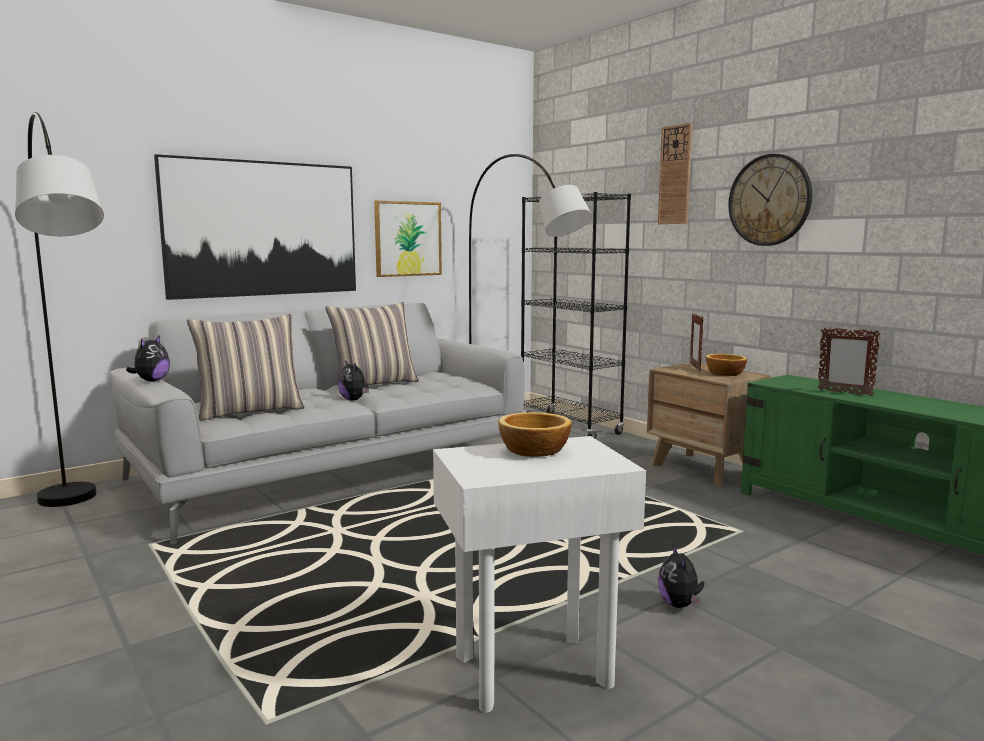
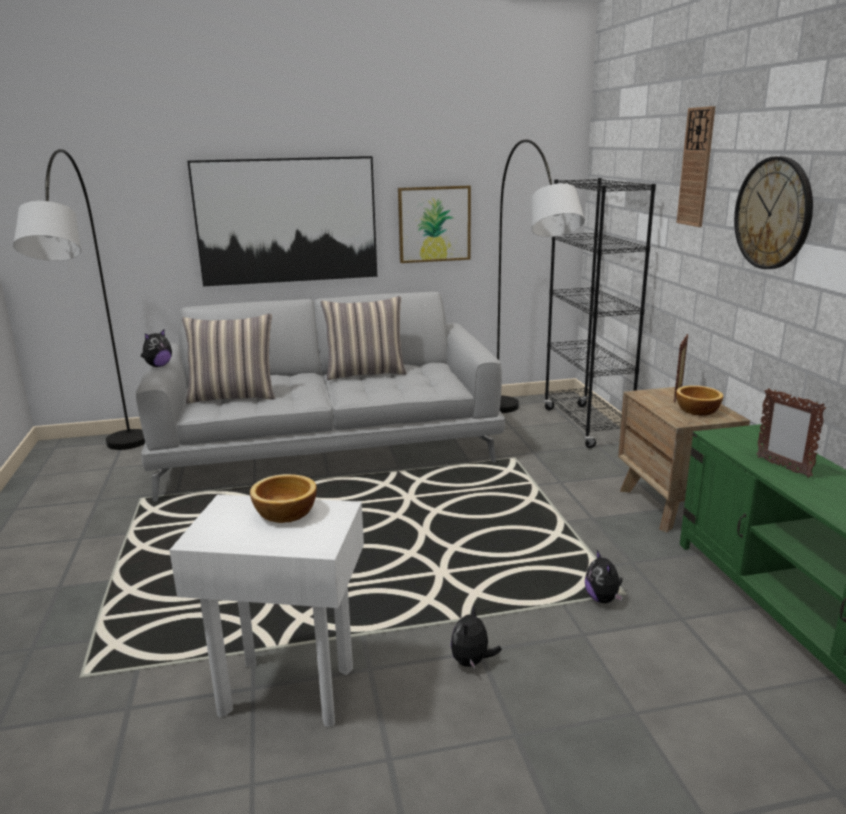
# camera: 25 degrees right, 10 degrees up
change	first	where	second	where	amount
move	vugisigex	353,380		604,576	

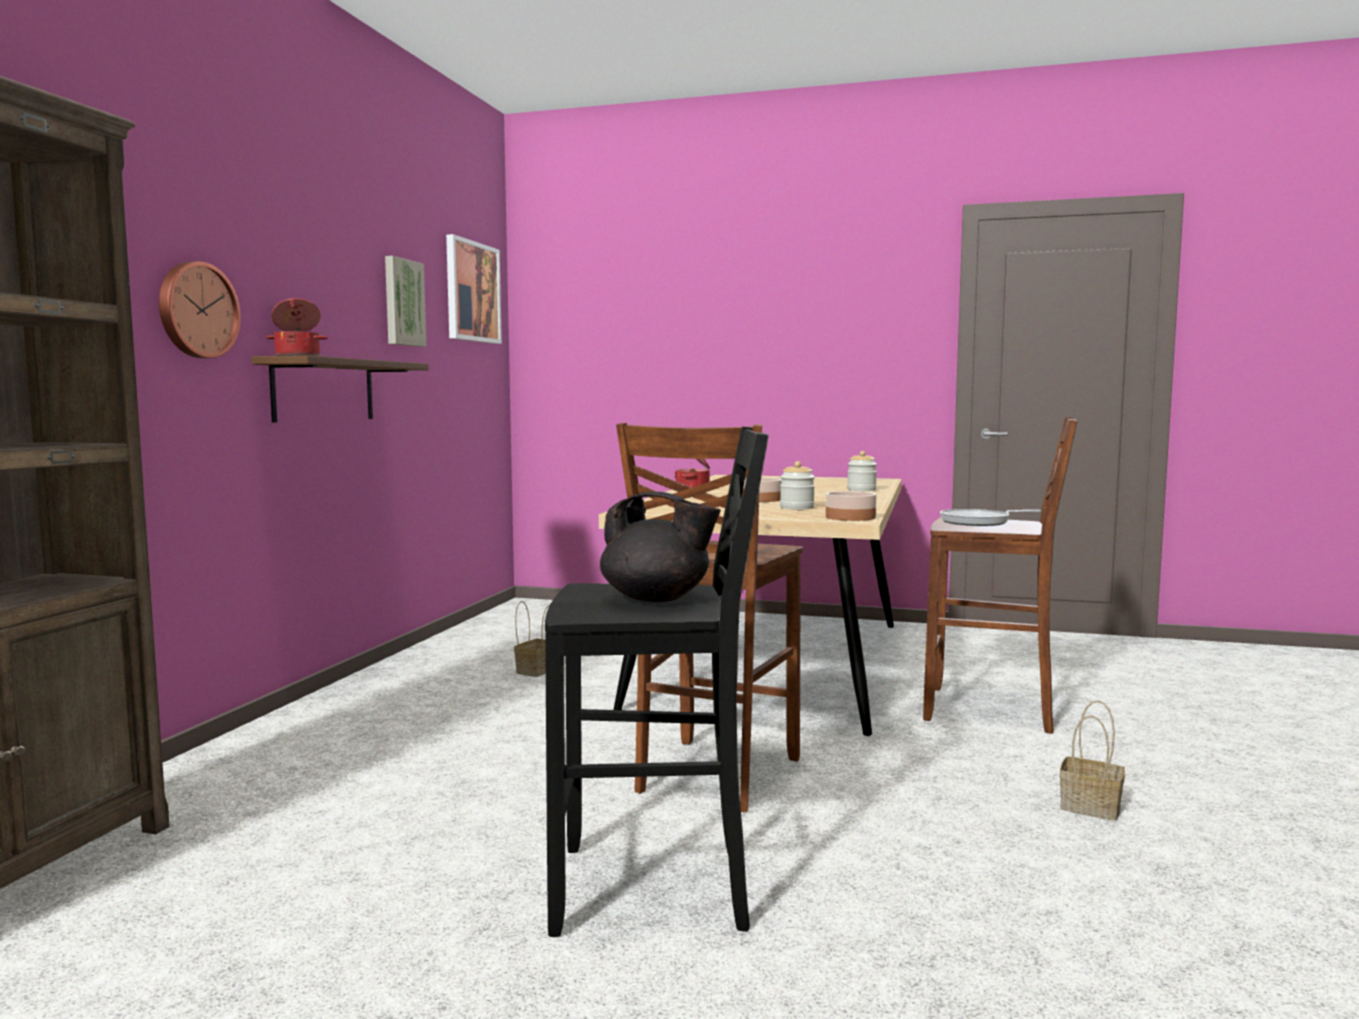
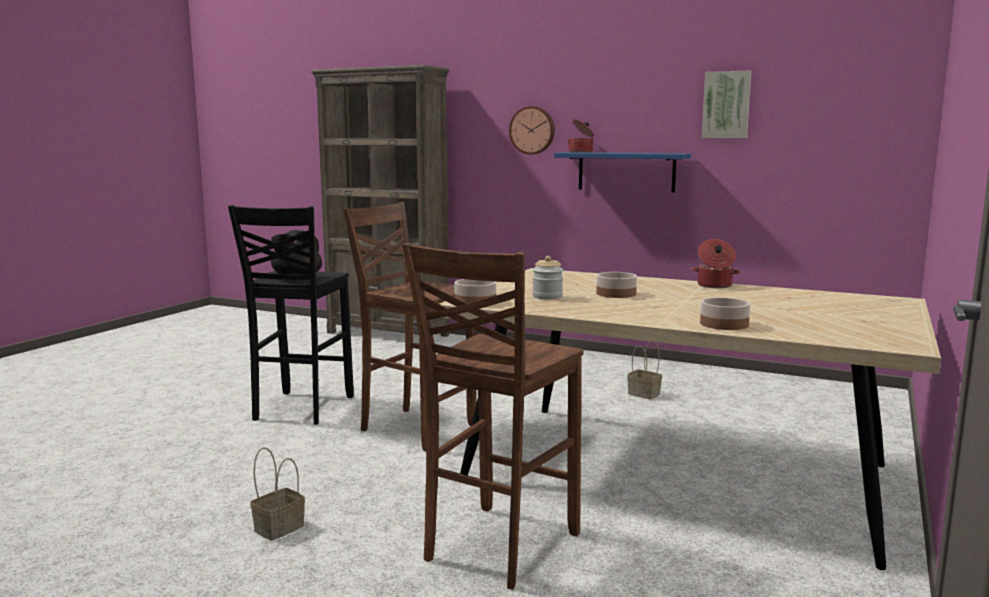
# camera: 100 degrees right, 5 degrees up
change	first	where	second	where	amount
delete	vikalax	474,289			
recolor	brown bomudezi	340,389	blue bomudezi	622,172	
replace	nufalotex	862,471	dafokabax	725,313	
delete	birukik	991,517			

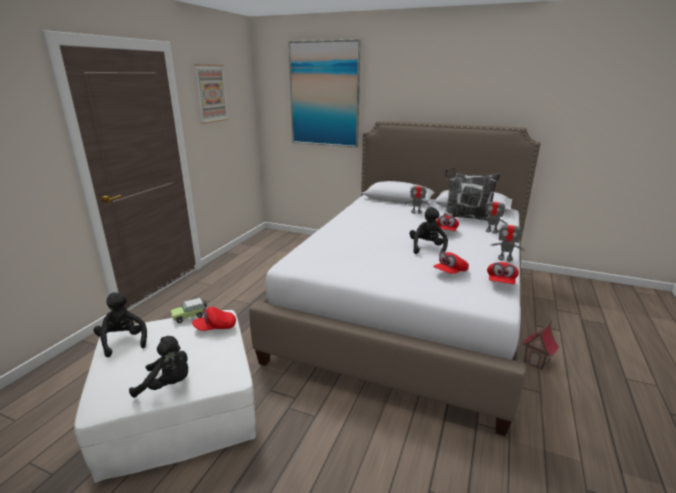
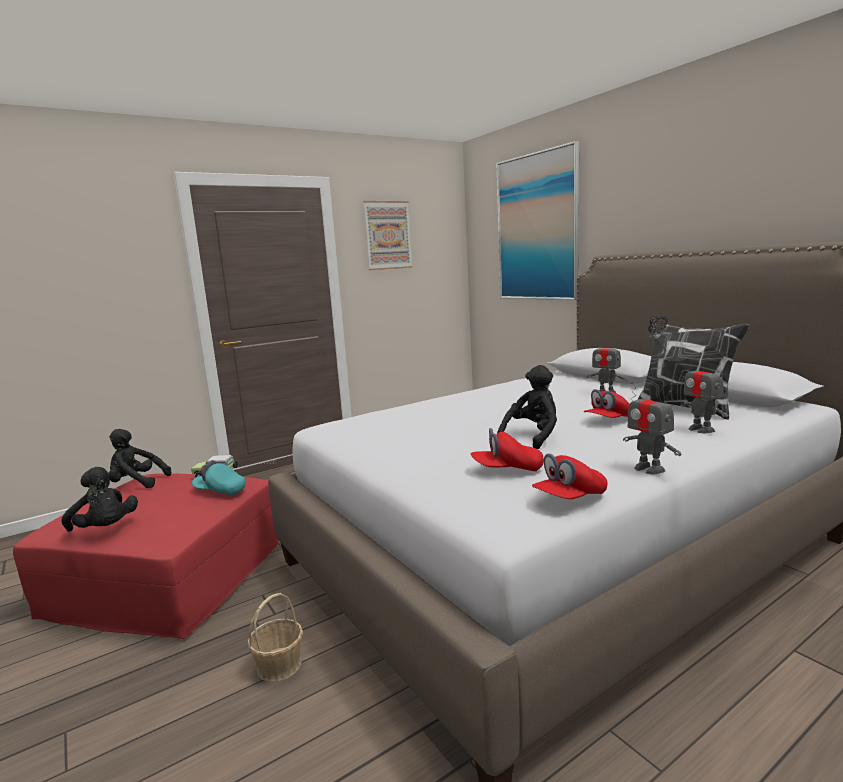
# camera: 35 degrees right, 10 degrees down
change	first	where	second	where	amount
rotate	black vugisigex	120,324		139,458	90 degrees counterclockwise
recolor	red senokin	214,318	turquoise senokin	219,477	
recolor	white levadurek	165,396	red levadurek	146,556	
delete	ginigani	541,345			
insert			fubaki	275,637	

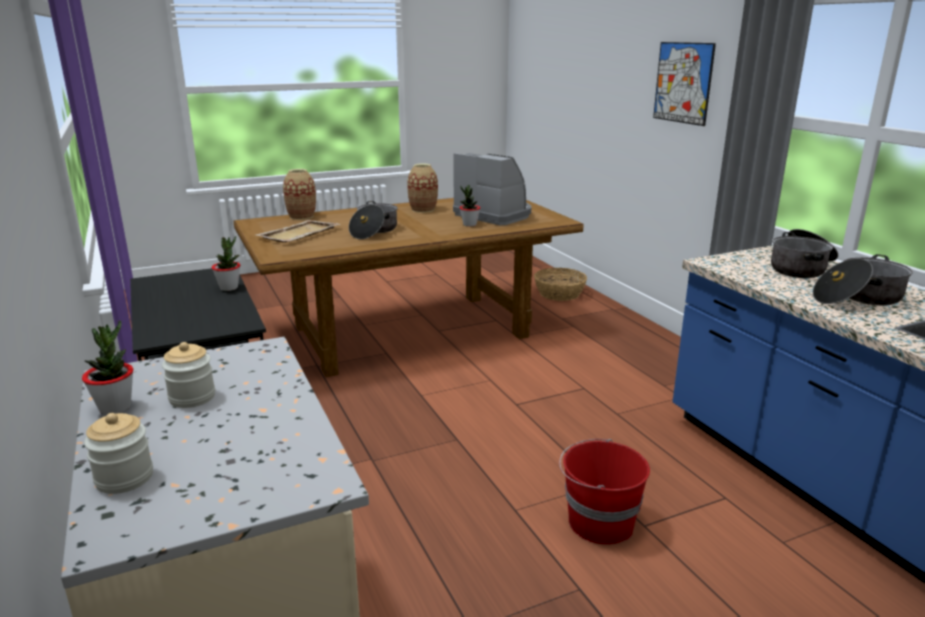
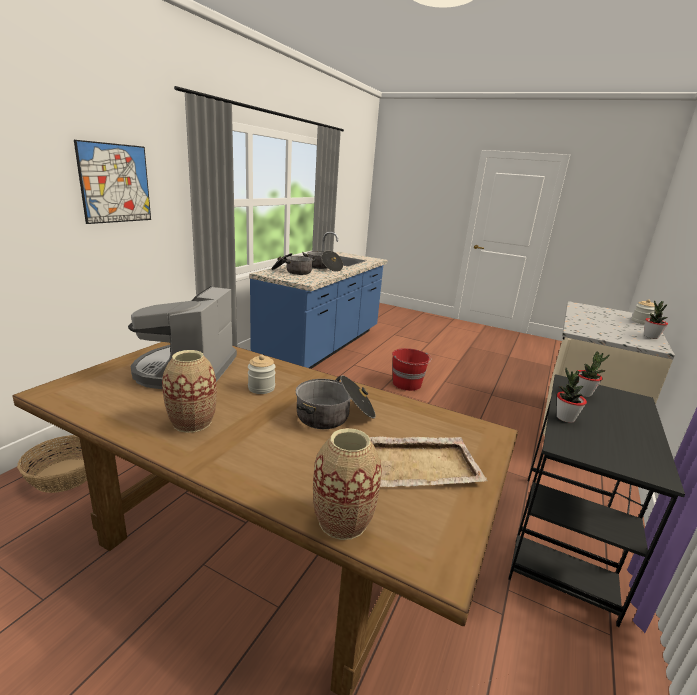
# camera: 130 degrees left, 0 degrees up
change	first	where	second	where	amount
move	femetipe	470,206		593,374	
move	nufalotex	188,375		262,374	

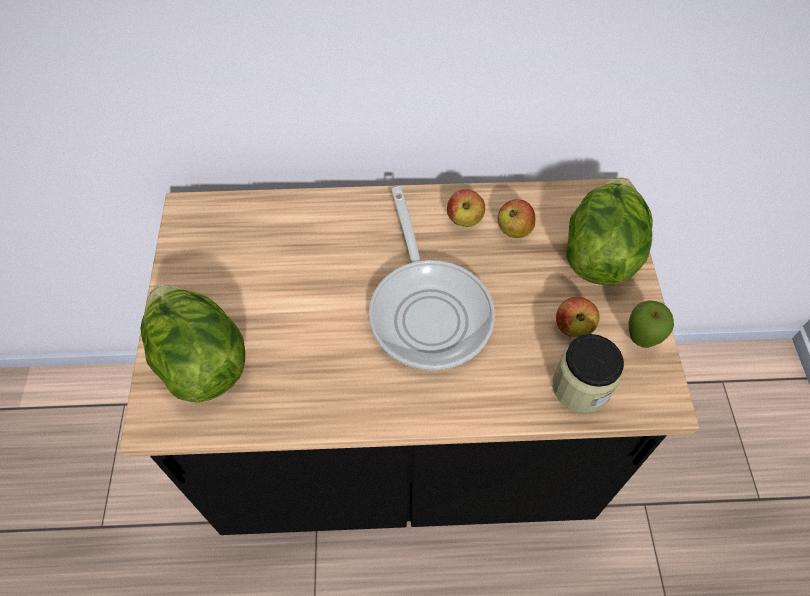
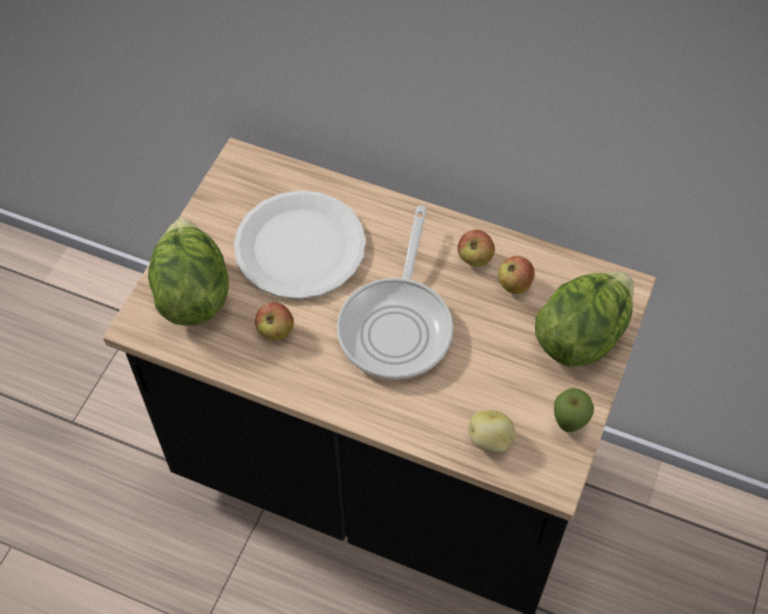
# camera: 25 degrees right, 0 degrees up
change	first	where	second	where	amount
move	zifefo	577,317		274,321	
replace	nufalotex	588,373	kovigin	492,431	
insert			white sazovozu	300,244	

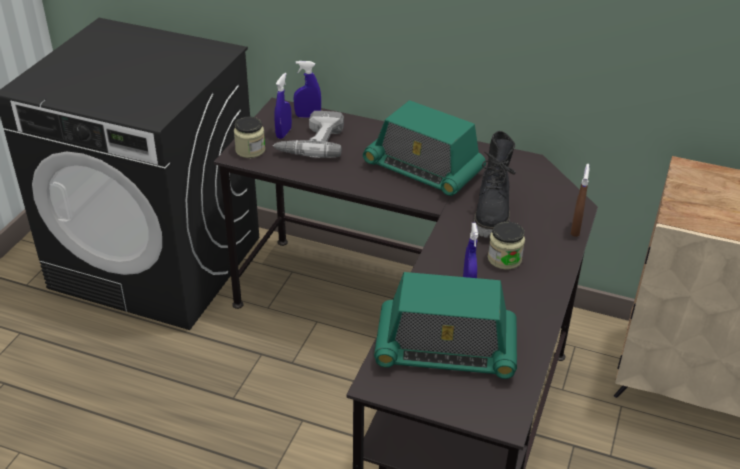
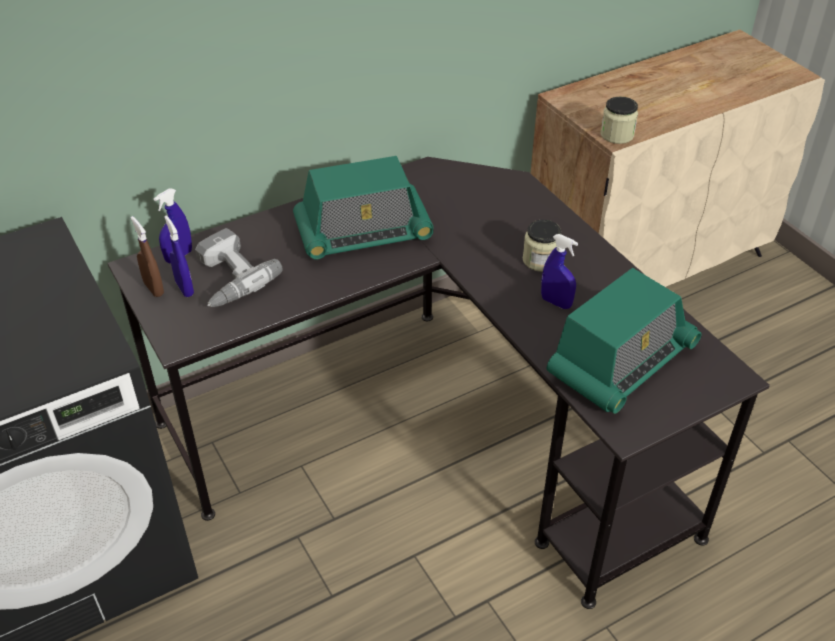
# camera: 50 degrees left, 5 degrees up
change	first	where	second	where	amount
move	nufalotex	249,137		619,120	
delete	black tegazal	495,184			
move	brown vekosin	580,200		147,256	

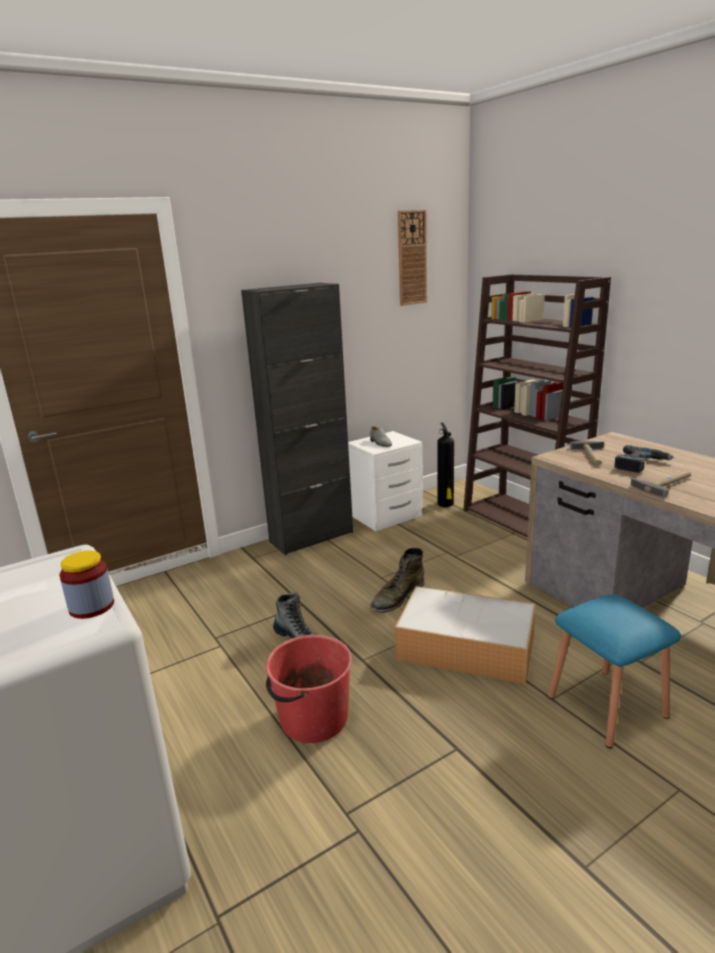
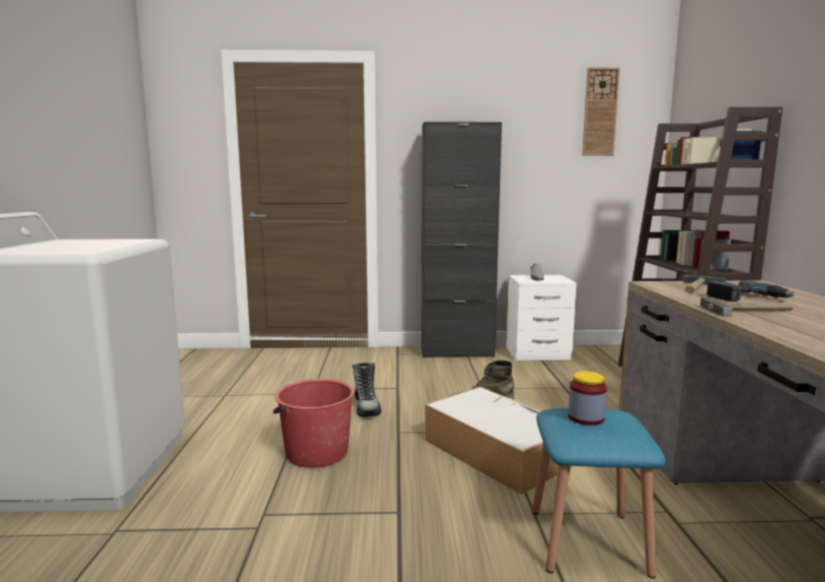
# camera: 30 degrees right, 10 degrees down
change	first	where	second	where	amount
delete	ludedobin	445,465			
move	nufalotex	87,585		587,398	

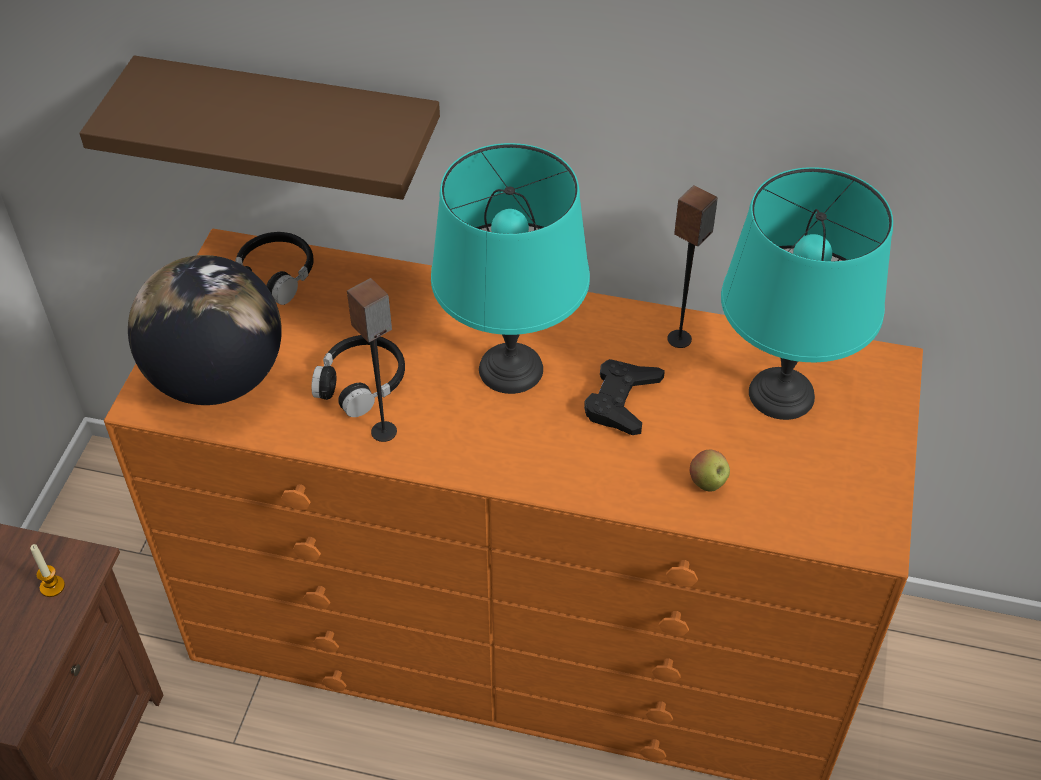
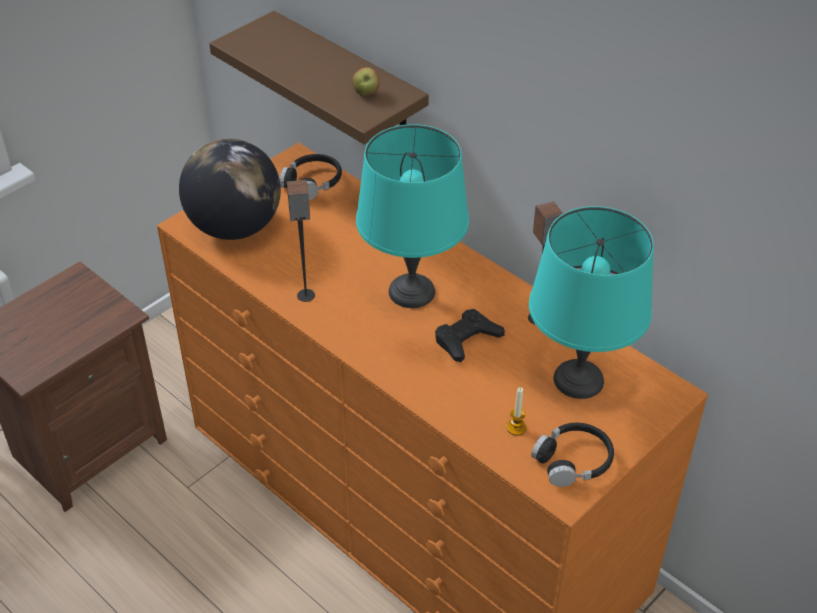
# camera: 30 degrees right, 5 degrees down
change	first	where	second	where	amount
move	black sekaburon	358,376		572,455	
move	zifefo	710,471		365,81	
move	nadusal	47,570		516,411	

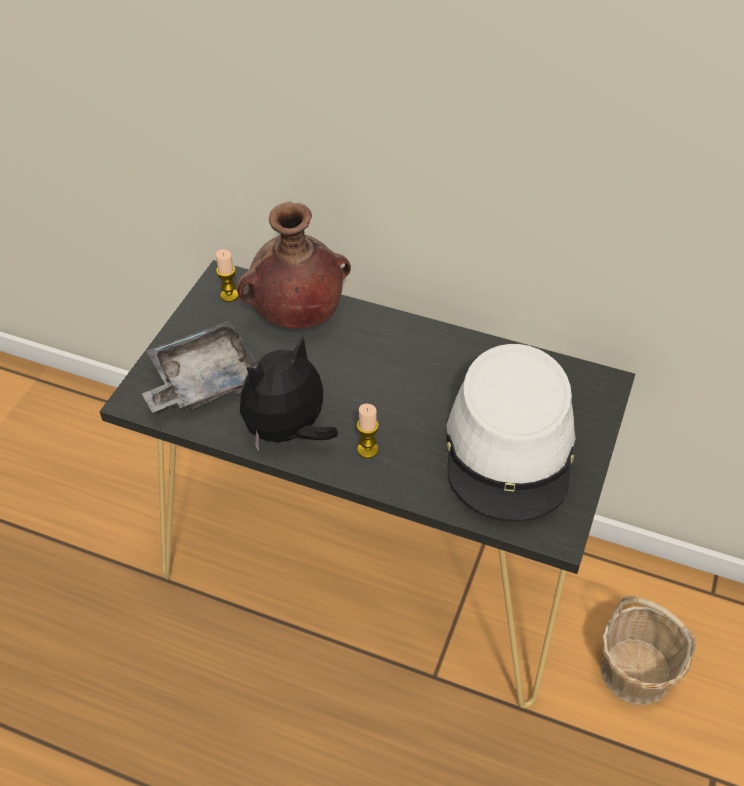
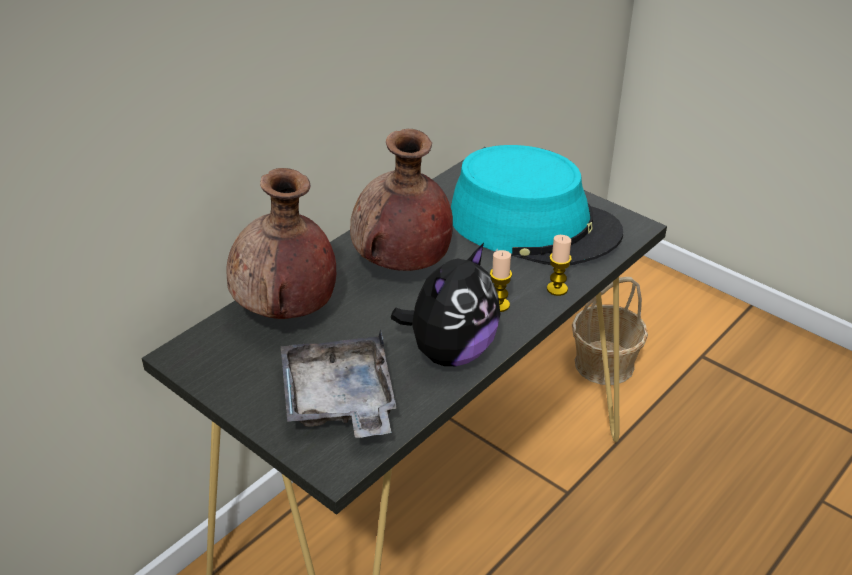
# camera: 70 degrees left, 10 degrees down
change	first	where	second	where	amount
move	nadusal	227,275		559,265	
rotate	vugisigex	289,394		445,304	120 degrees counterclockwise
recolor	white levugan	511,433	turquoise levugan	537,205	
insert			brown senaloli	401,200	

